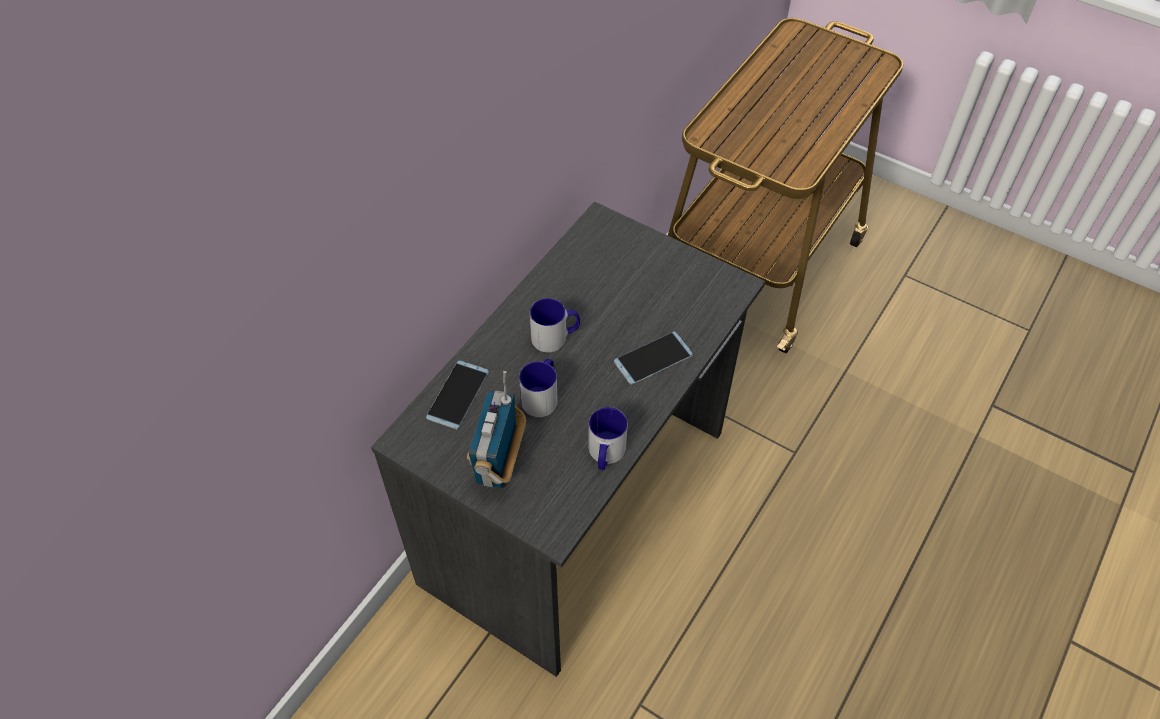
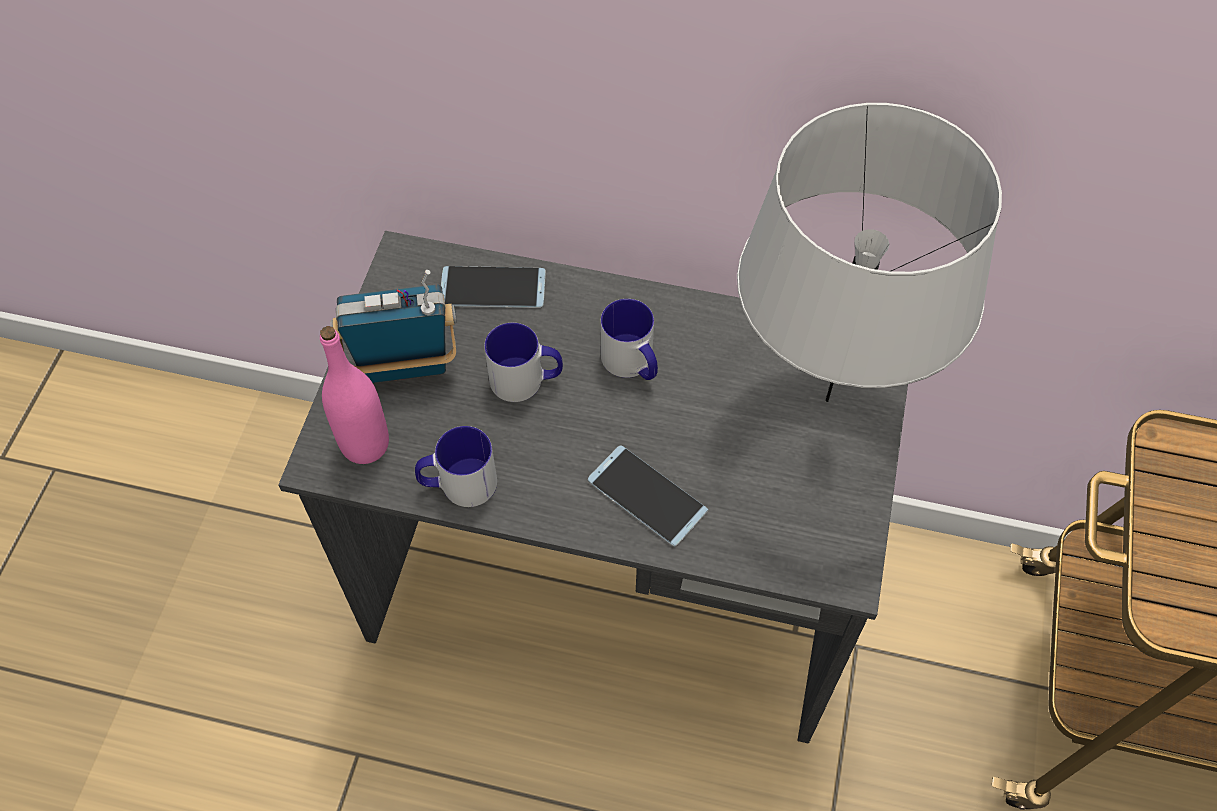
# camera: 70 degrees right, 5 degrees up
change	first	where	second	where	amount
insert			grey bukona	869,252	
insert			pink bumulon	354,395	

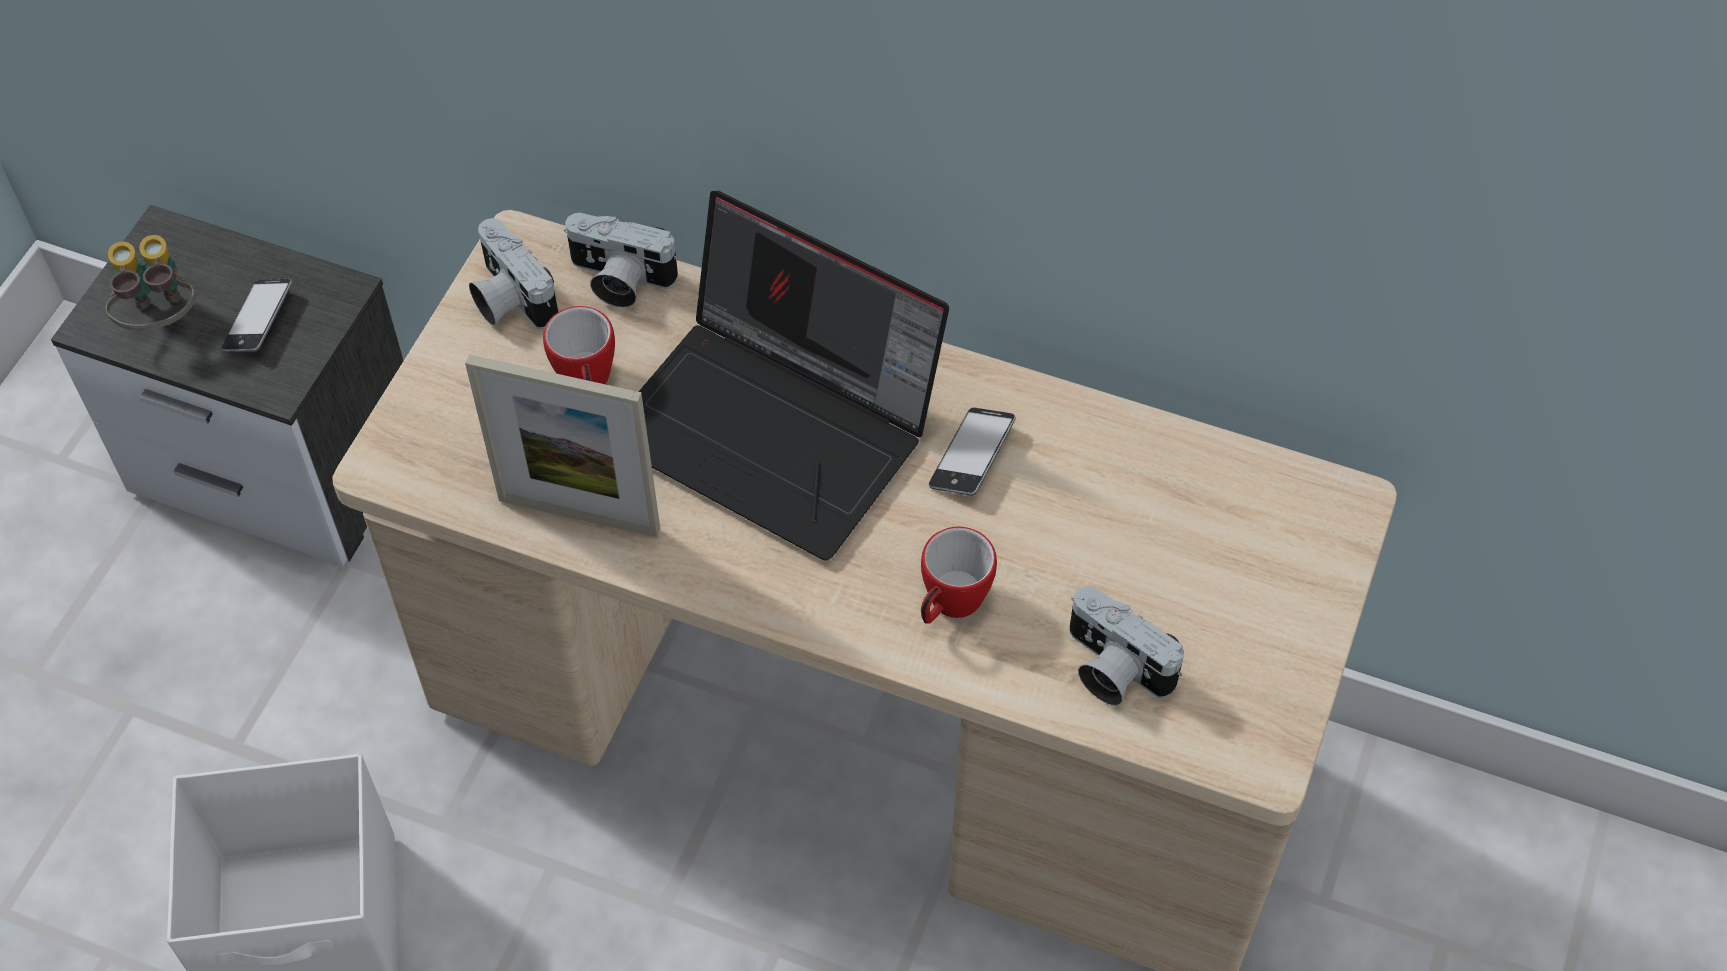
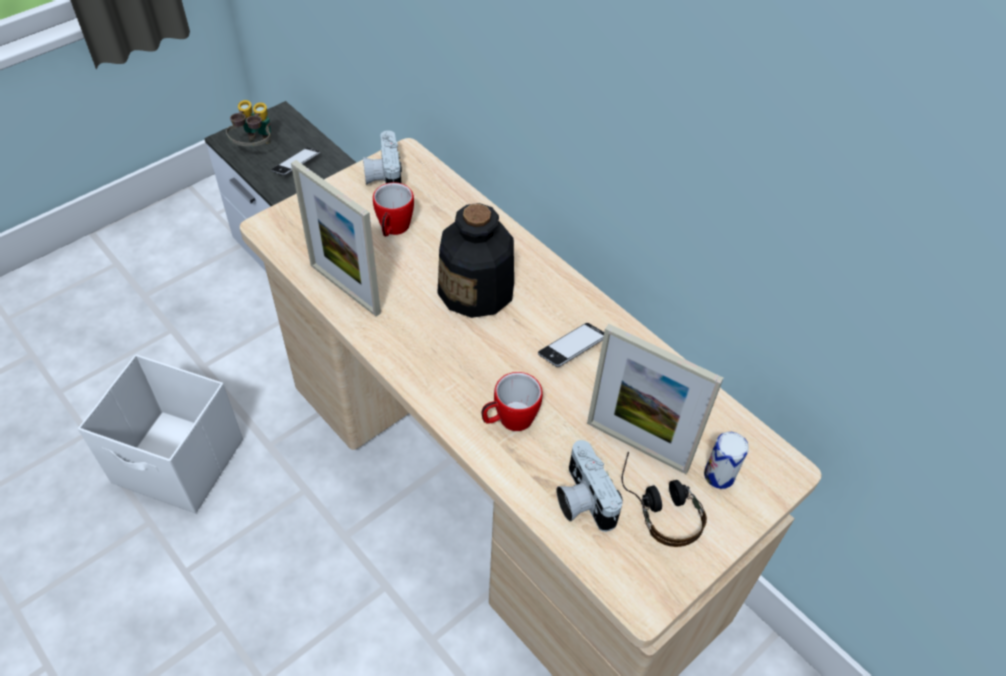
# camera: 25 degrees right, 5 degrees down
change	first	where	second	where	amount
replace	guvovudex	794,375	bumulon	475,260	
delete	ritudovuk	621,260			
insert			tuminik	655,399	
insert			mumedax	726,460	
insert			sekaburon	664,499	

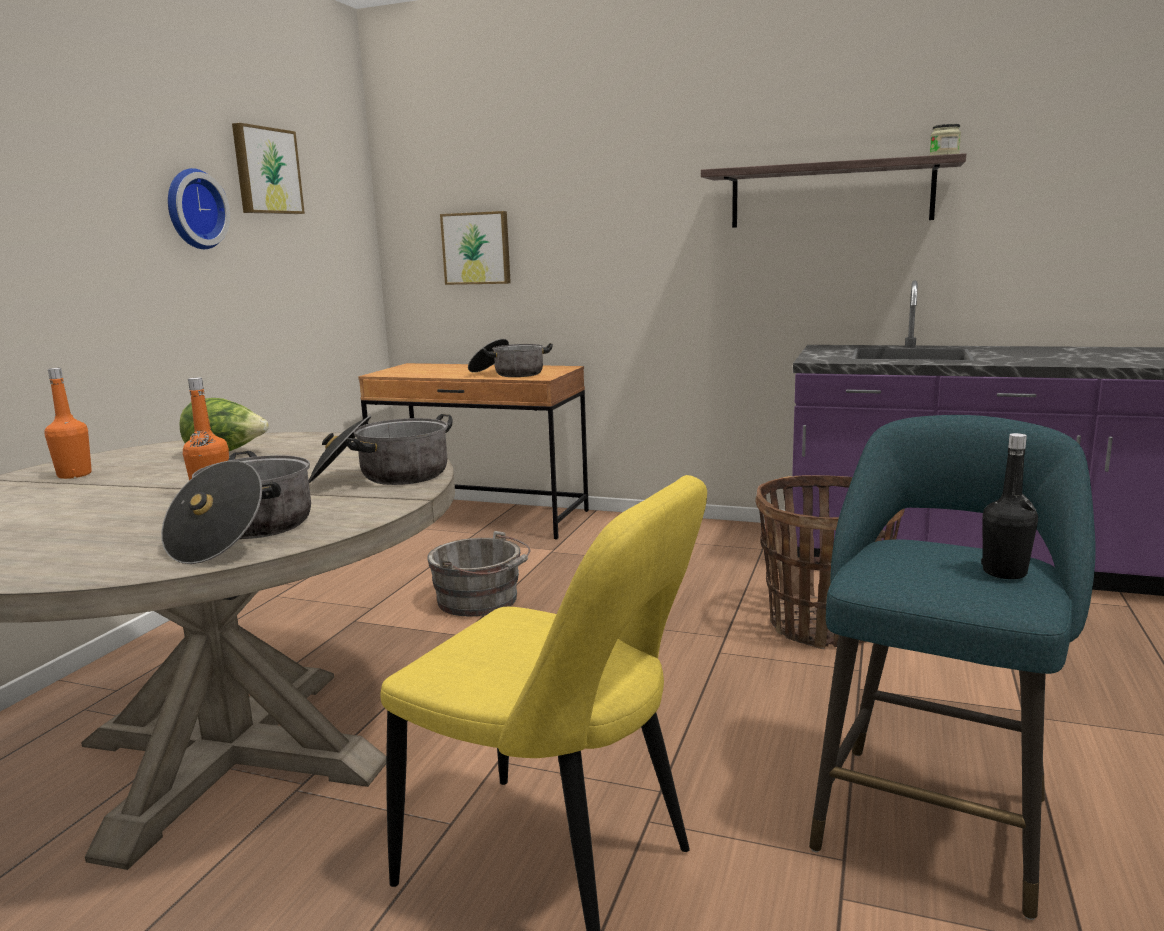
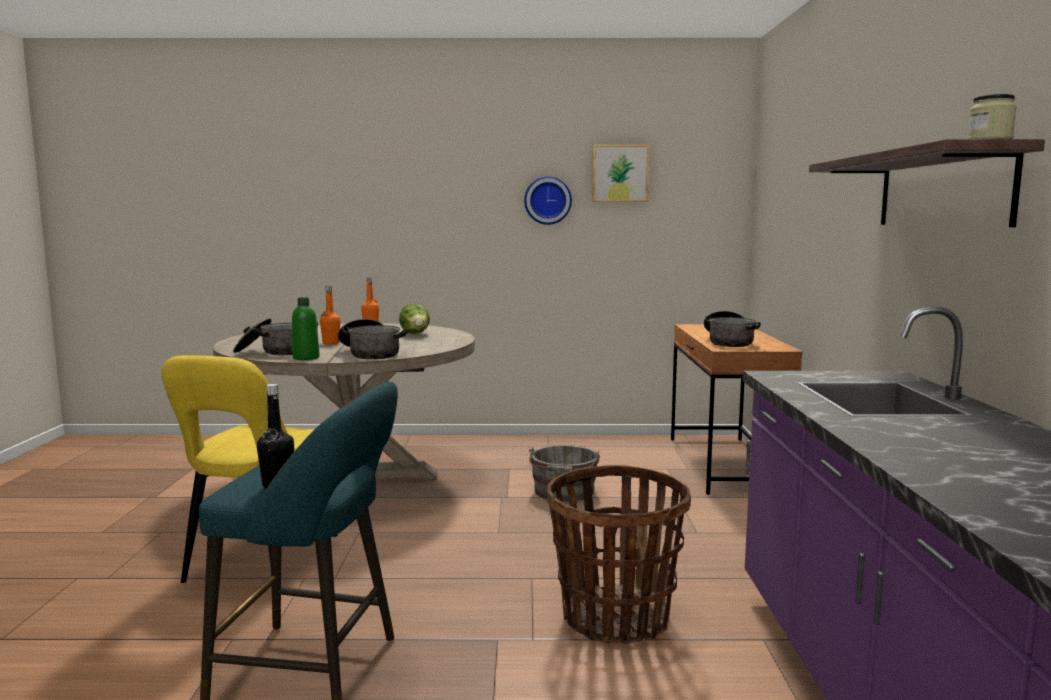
# camera: 70 degrees right, 5 degrees down
change	first	where	second	where	amount
delete	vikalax	475,248			
insert			green bumulon	306,328	

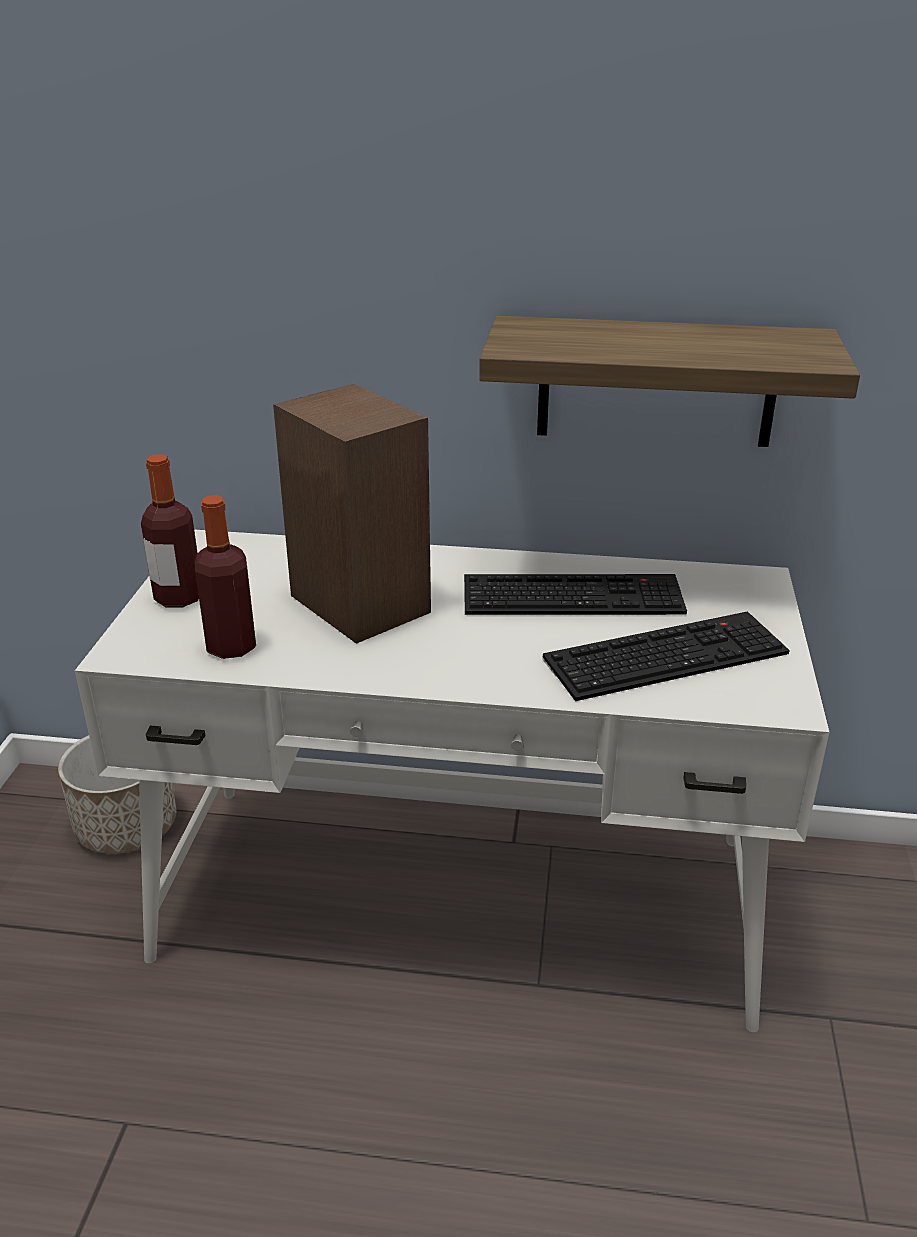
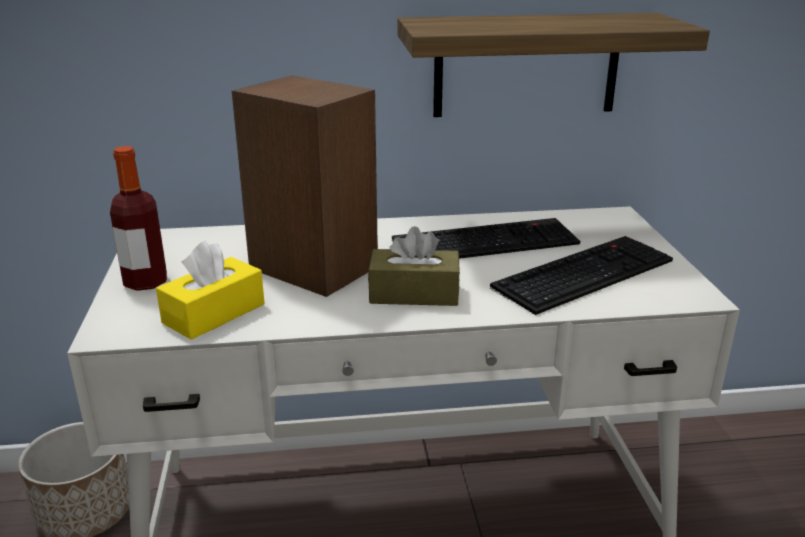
# camera: 15 degrees left, 5 degrees down
change	first	where	second	where	amount
replace	bumulon	225,577	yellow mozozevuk	210,290	
insert			brown mozozevuk	414,266	

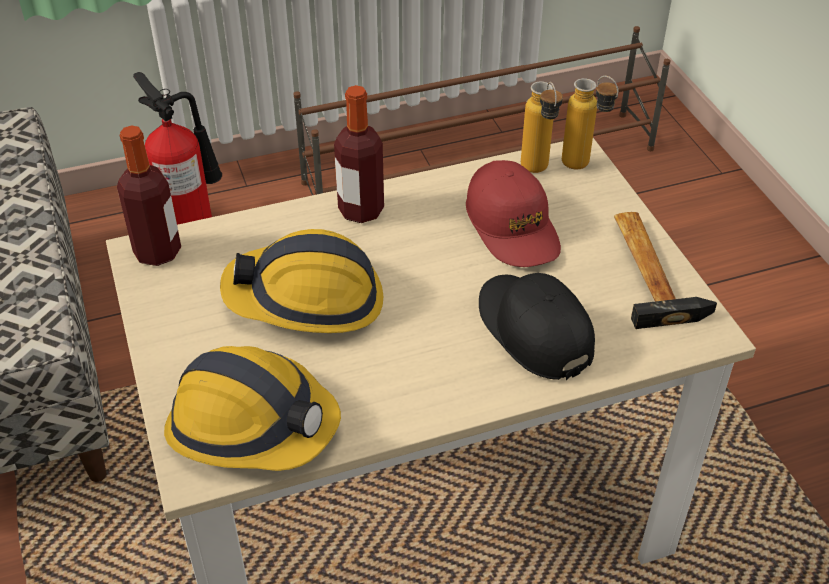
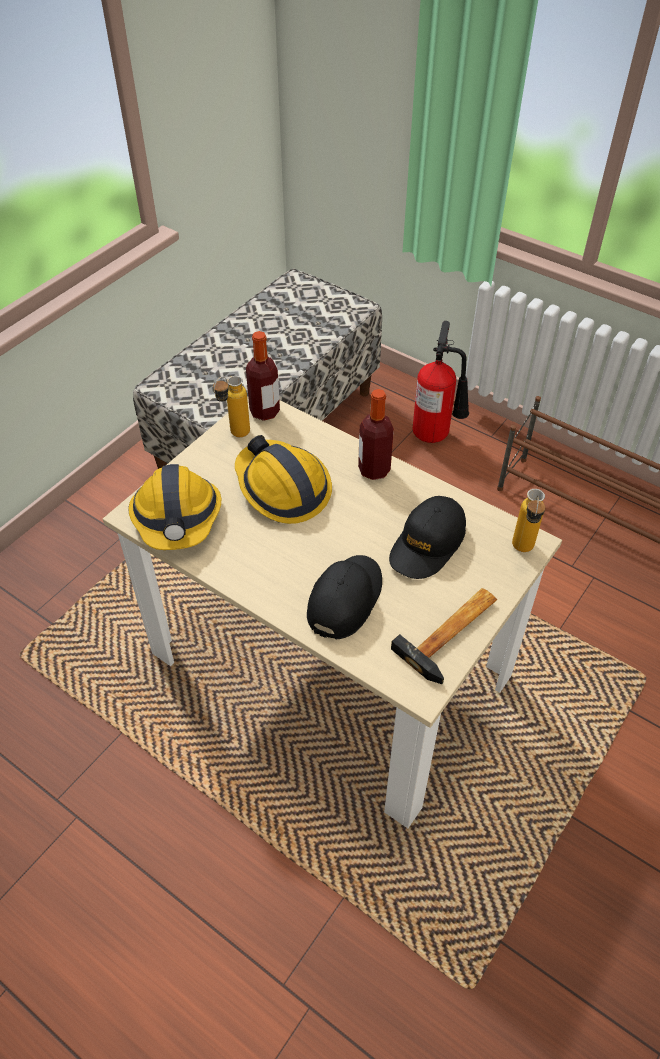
# camera: 55 degrees right, 5 degrees up
change	first	where	second	where	amount
move	bumulon	542,127		231,406	
recolor	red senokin	513,213	black senokin	427,537	

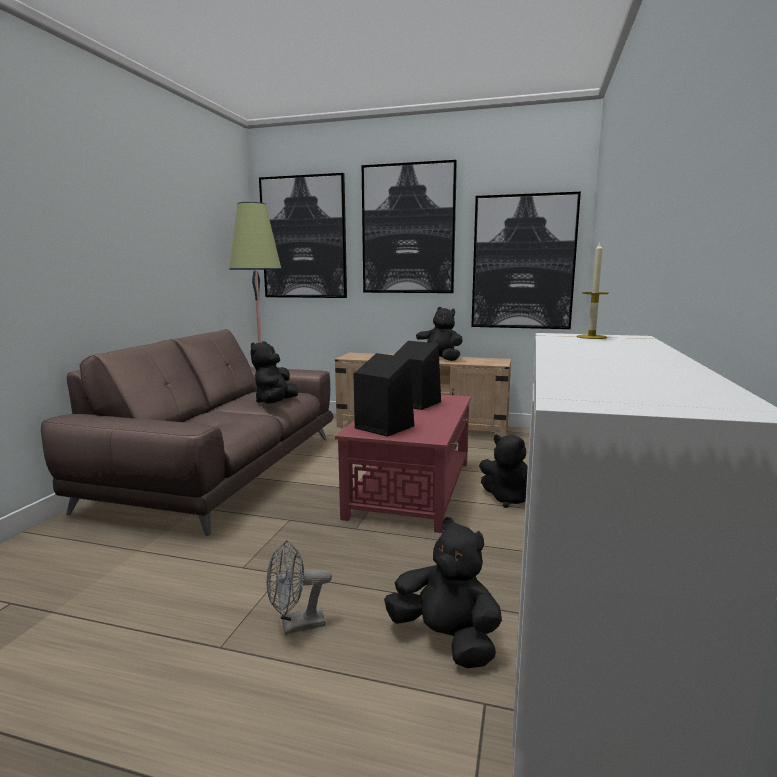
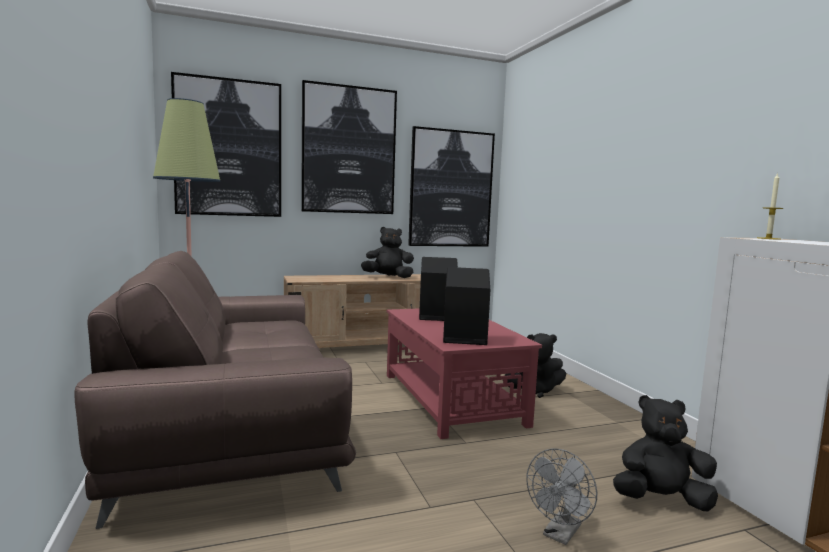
# camera: 35 degrees left, 5 degrees down
change	first	where	second	where	amount
delete	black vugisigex	274,372			

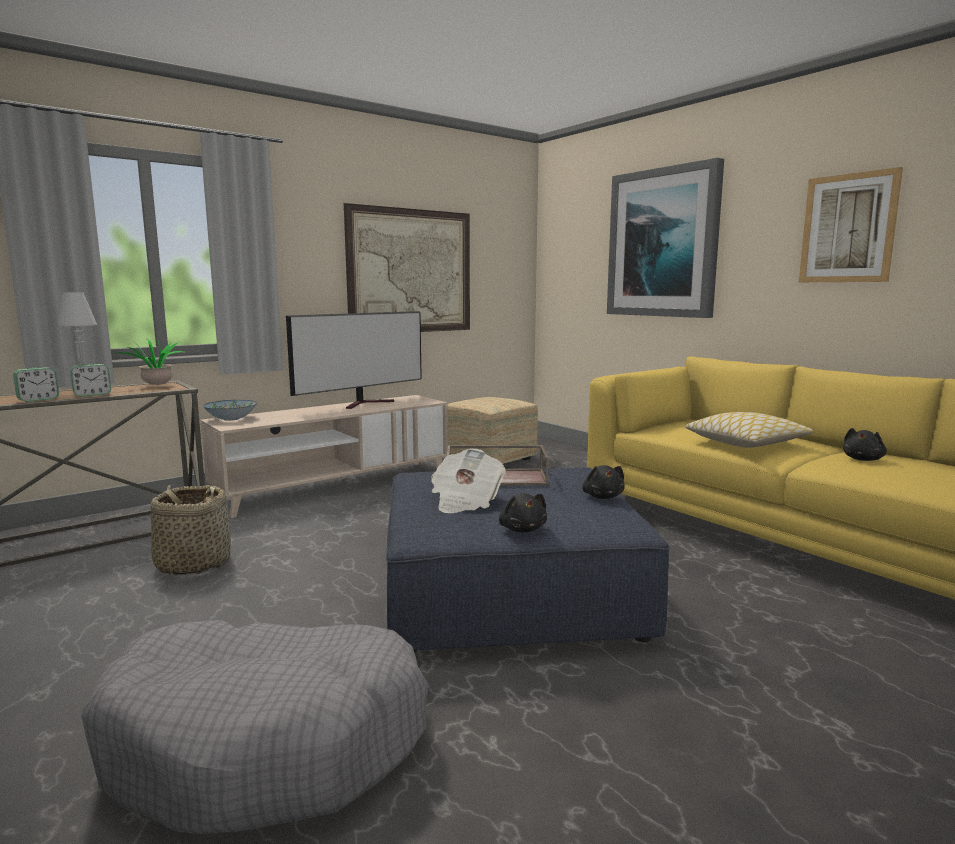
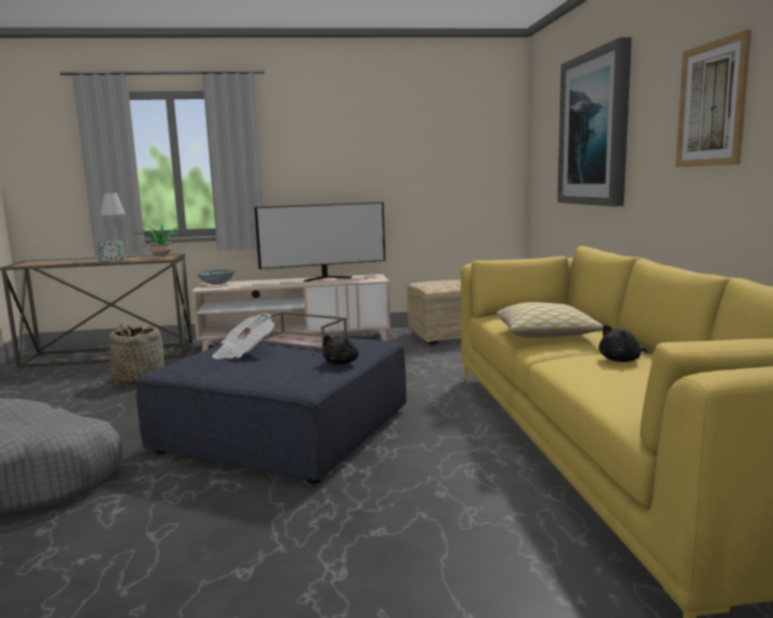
# camera: 30 degrees right, 0 degrees up
change	first	where	second	where	amount
delete	vikalax	407,267			
delete	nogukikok	36,384			
delete	black vugisigex	523,513			

